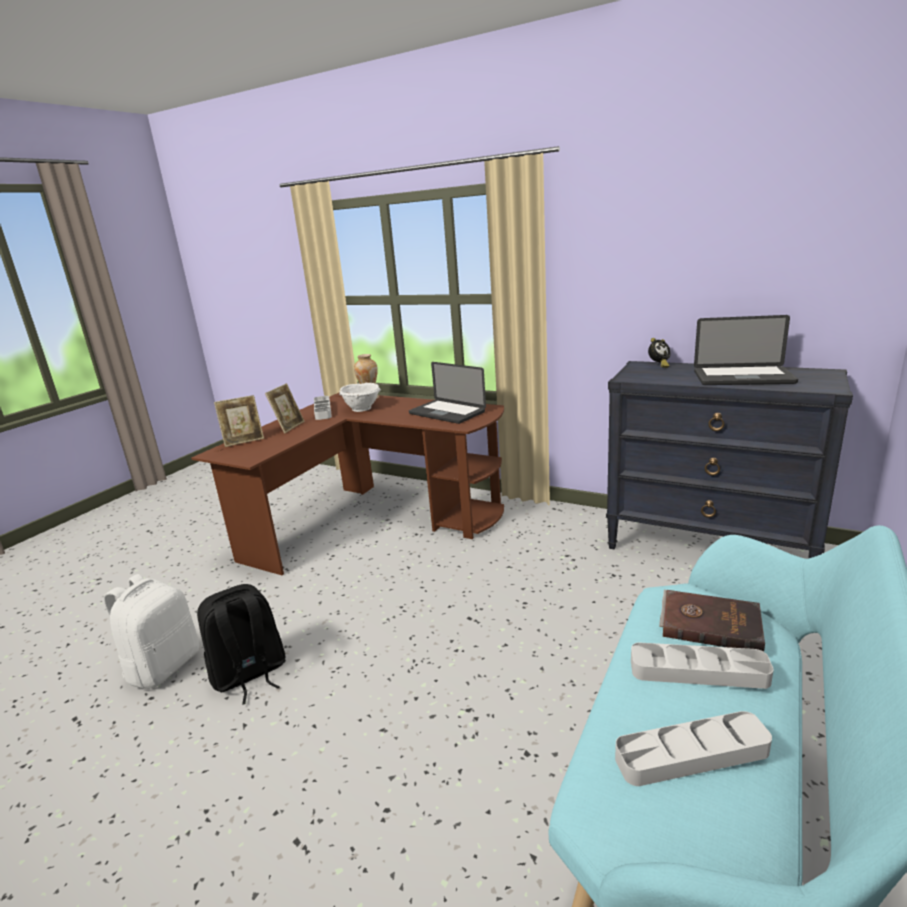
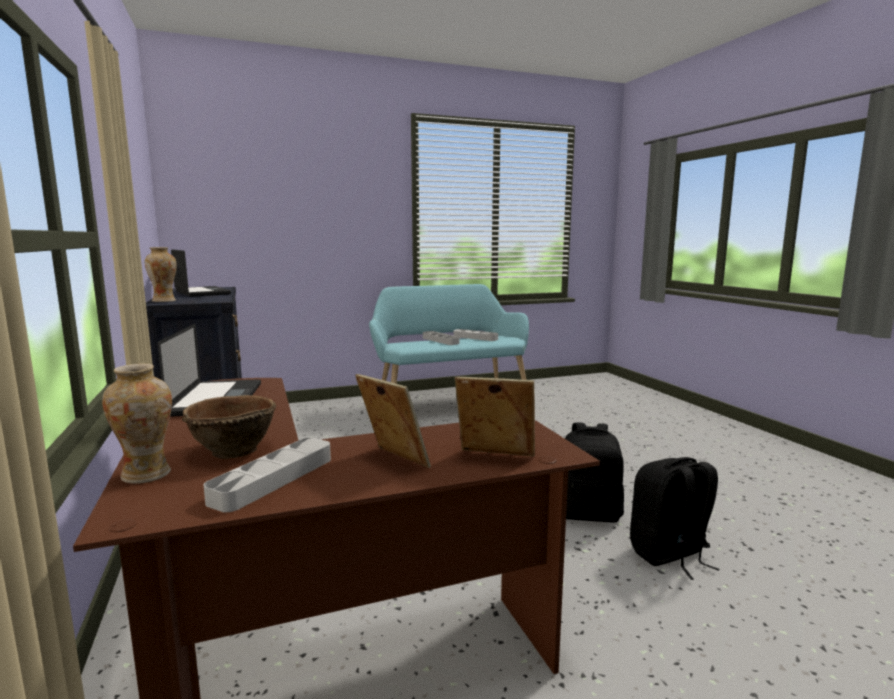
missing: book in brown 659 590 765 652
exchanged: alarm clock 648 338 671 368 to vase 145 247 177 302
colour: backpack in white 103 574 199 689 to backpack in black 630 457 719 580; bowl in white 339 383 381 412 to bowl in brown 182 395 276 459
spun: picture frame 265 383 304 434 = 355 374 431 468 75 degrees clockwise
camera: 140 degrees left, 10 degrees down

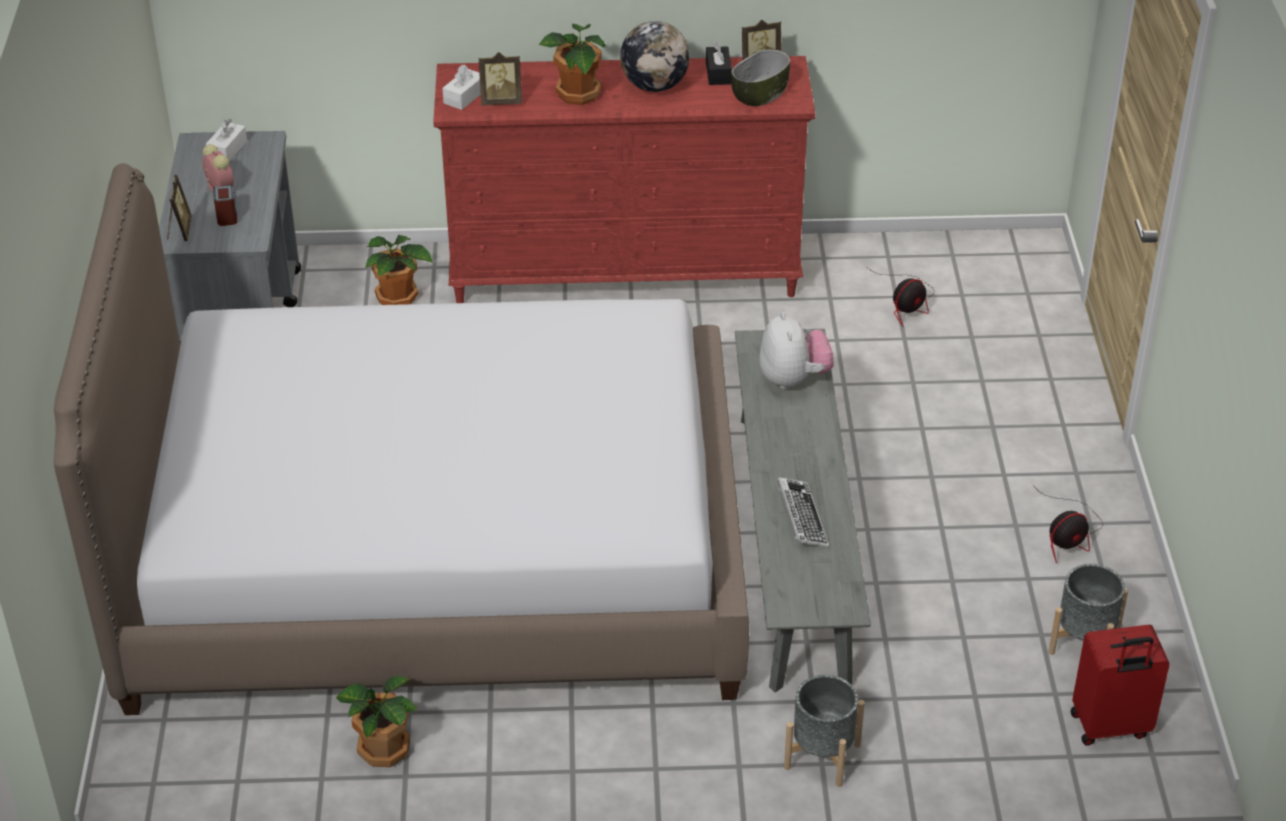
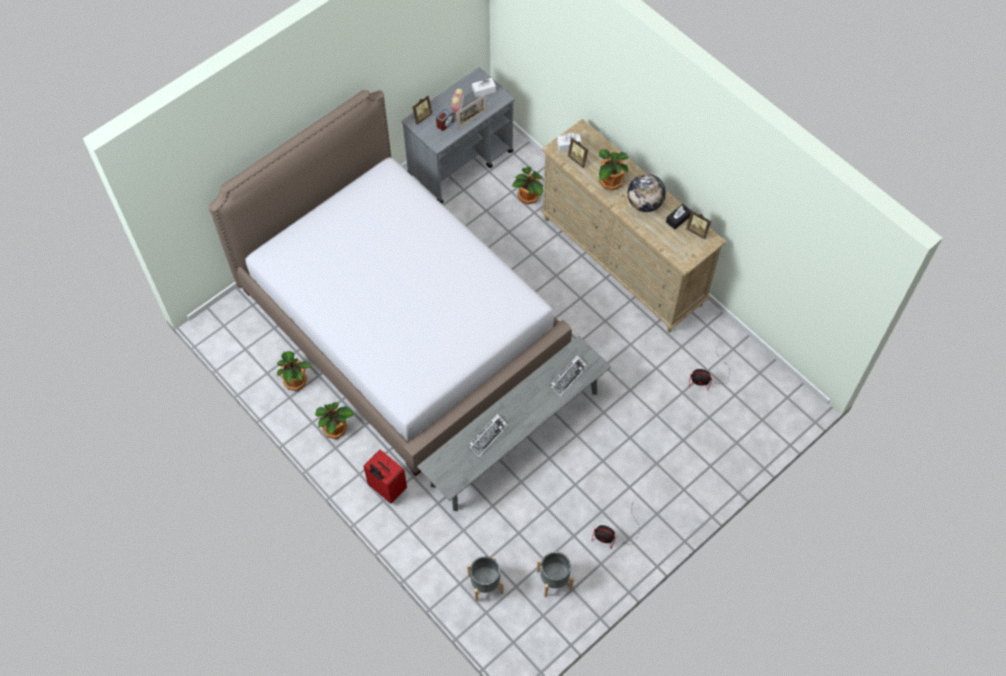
missing: bowl 731 49 790 106
appeared: potted plant 315 402 355 439; picture frame 456 94 487 130
relocated: planter in grey 784 675 865 787 to 467 556 504 602; suitcase in red 1070 625 1170 746 to 364 450 407 504
exchanged: plush toy 760 312 834 389 to keyboard 549 355 588 397
colour: dresser in red 433 56 815 303 to dresser in beige 540 119 726 333
camera: 50 degrees right, 20 degrees up

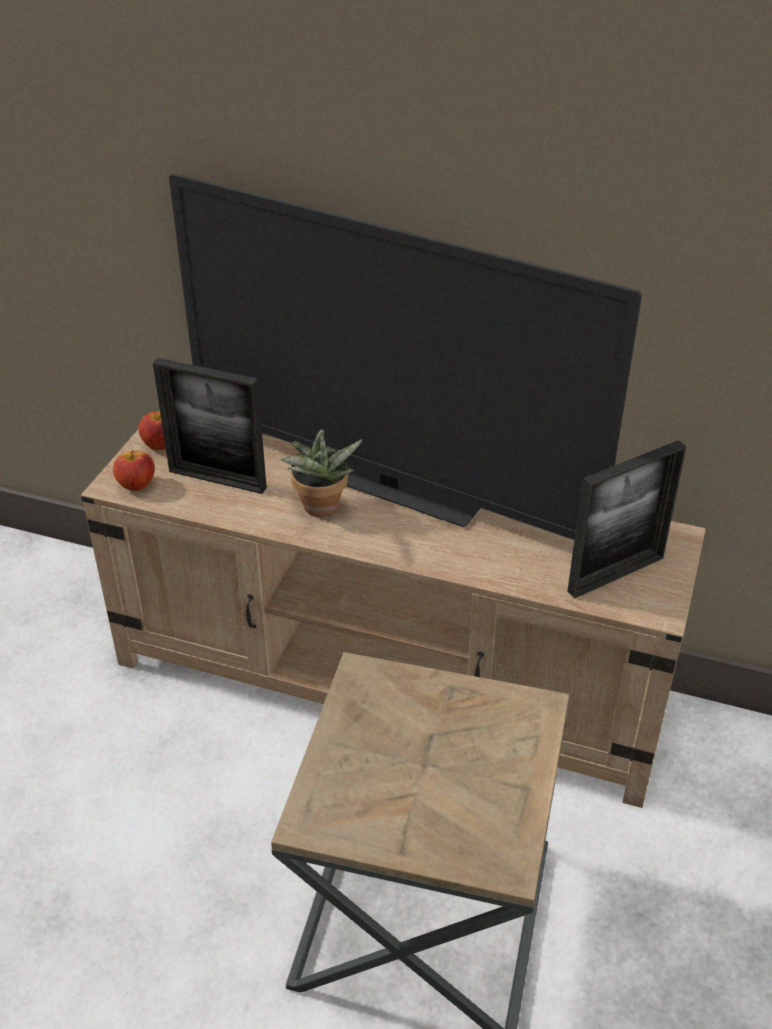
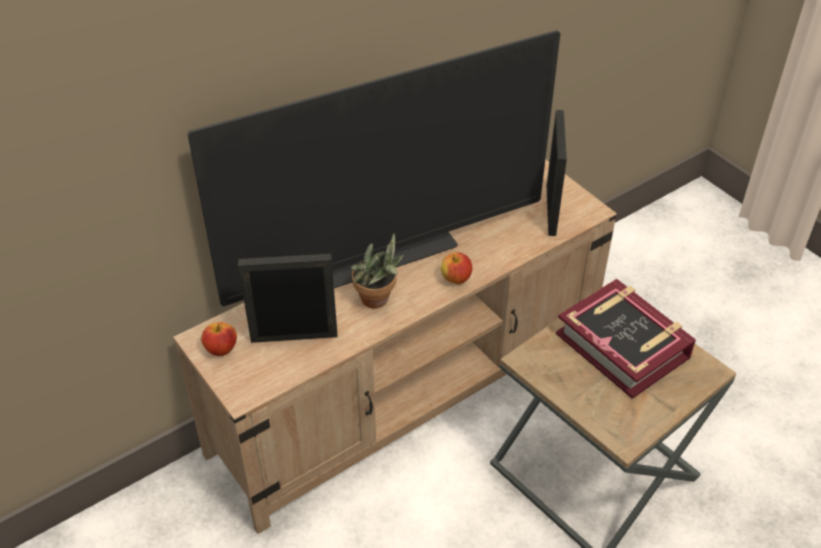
appeared: book 556 279 696 399
relocated: apple 113 450 155 491 to 441 252 472 284
spun: picture frame 153 358 267 494 = 238 254 337 343 150 degrees counterclockwise
camera: 55 degrees left, 5 degrees up

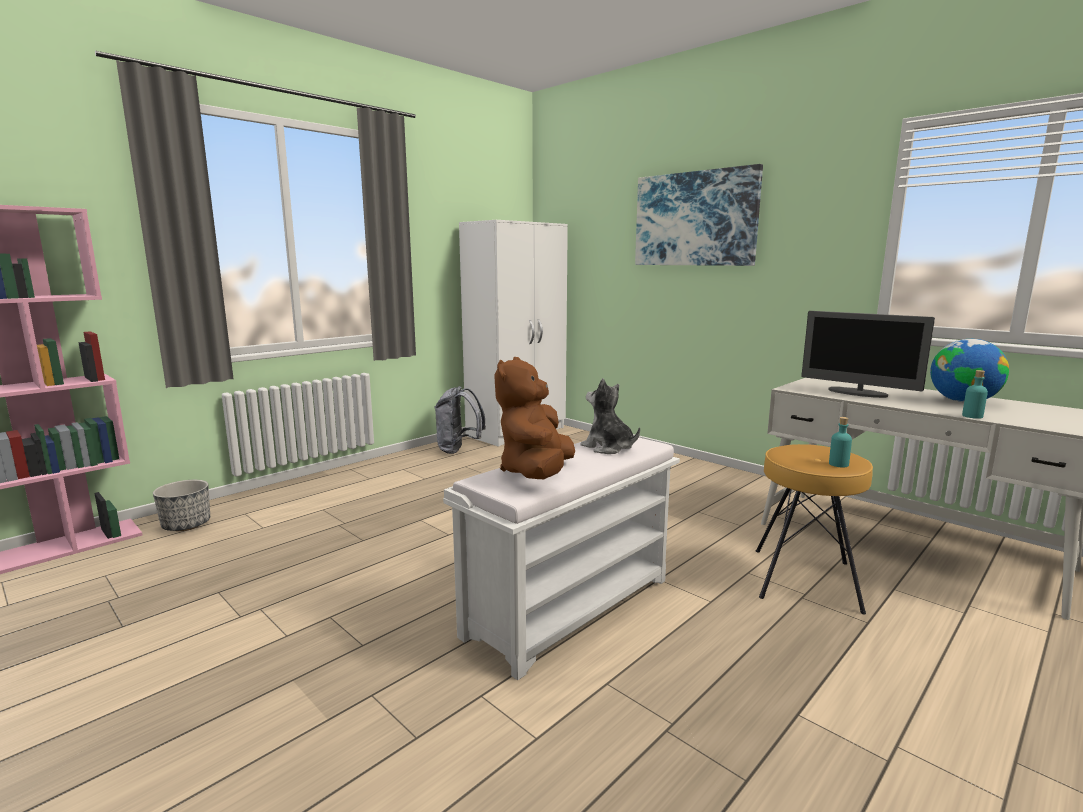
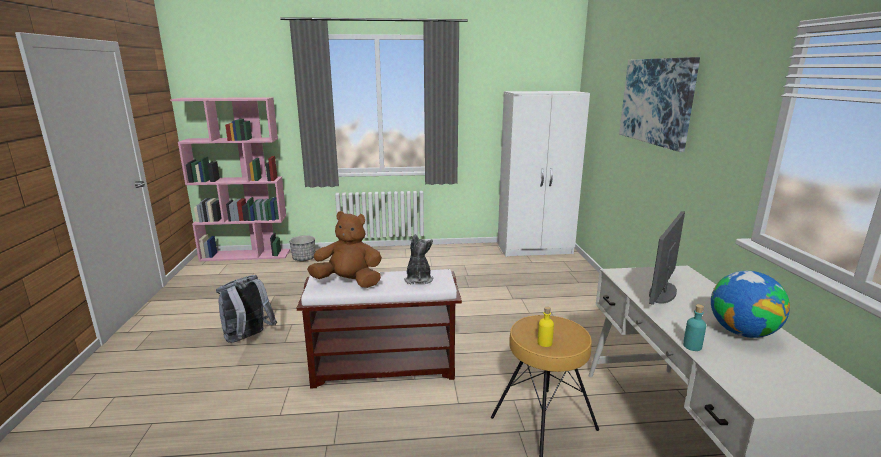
relocated: backpack in grey 434 386 486 454 to 216 275 277 343
colour: bench in white 443 438 680 680 to bench in brown 297 269 462 389; bottle in turquoise 829 417 852 467 to bottle in yellow 538 307 554 347
spun: plush toy in brown 494 357 575 479 = 307 211 382 288 45 degrees clockwise; monitor 801 311 935 398 = 649 211 685 305 45 degrees clockwise
camera: 40 degrees right, 5 degrees up

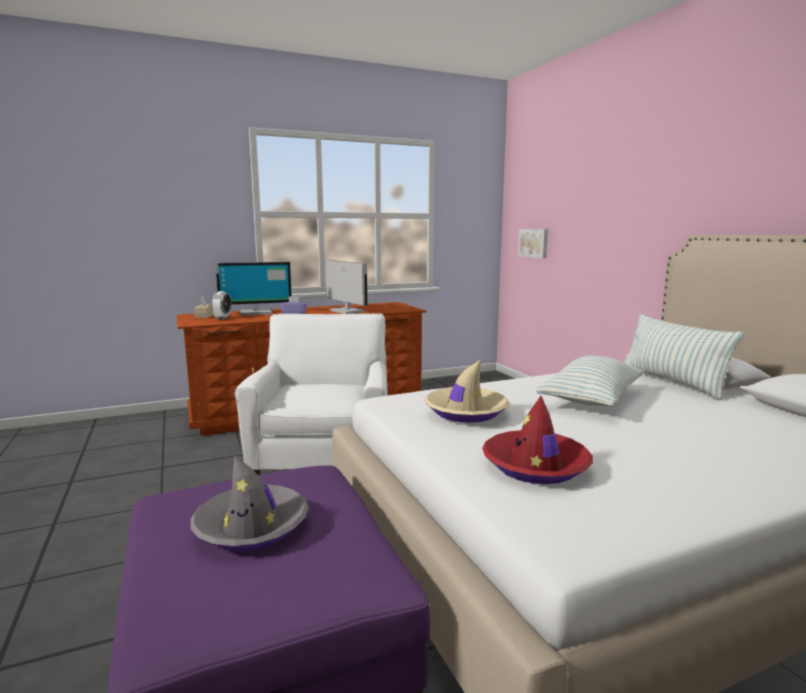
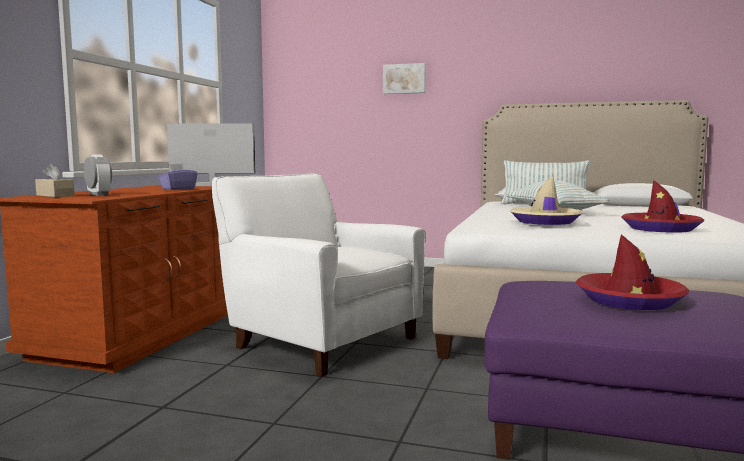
missing: monitor 215 262 292 316
relocated: picture 518 229 548 258 to 383 63 426 94
colour: hat in grey 190 455 309 551 to hat in red 576 234 689 310
camera: 50 degrees left, 5 degrees down

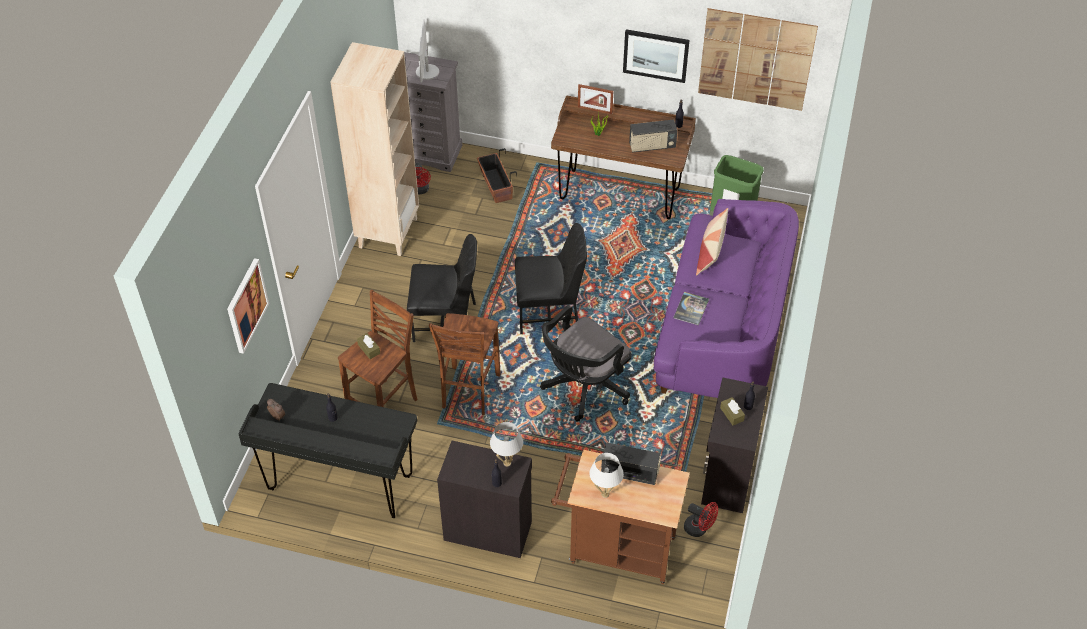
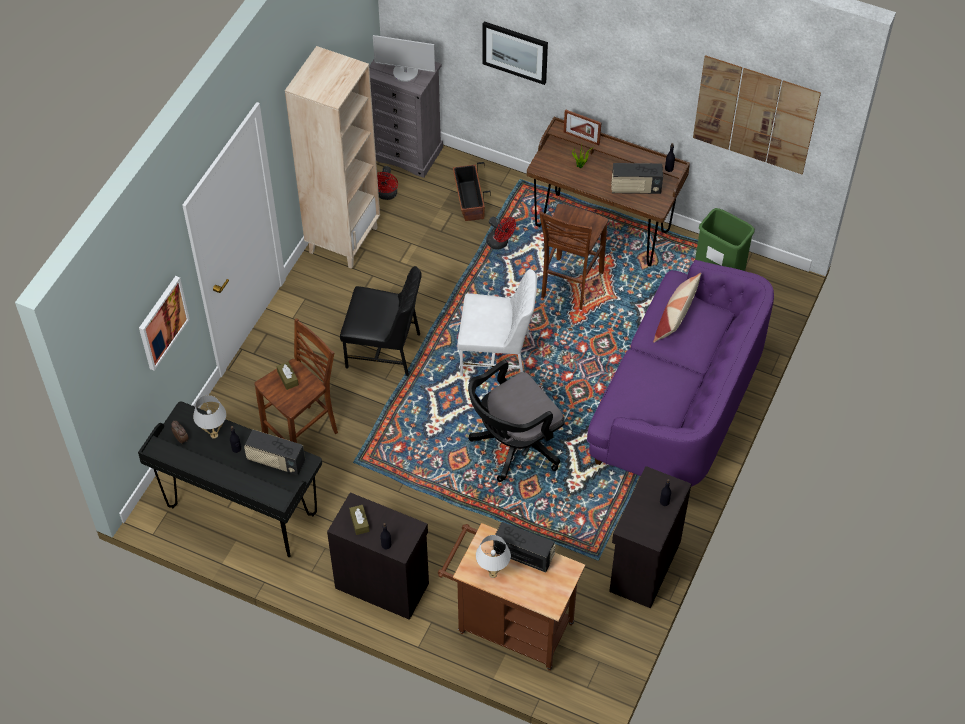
missing: book 674 292 709 326
appeared: radio 244 429 305 475
relocated: stool in brown 429 313 501 415 to 539 204 608 310; table lamp in white 490 422 523 467 to 193 395 226 439; picture 623 29 689 83 to 482 21 548 85; fan in red 684 502 718 537 to 486 216 516 250; tissue box in brown 720 397 745 425 to 349 505 370 535
colour: chair in black 515 223 587 334 to chair in white 457 269 537 376
spun: monitor 416 19 439 83 = 373 35 435 82 90 degrees counterclockwise
camera: 10 degrees right, 5 degrees up

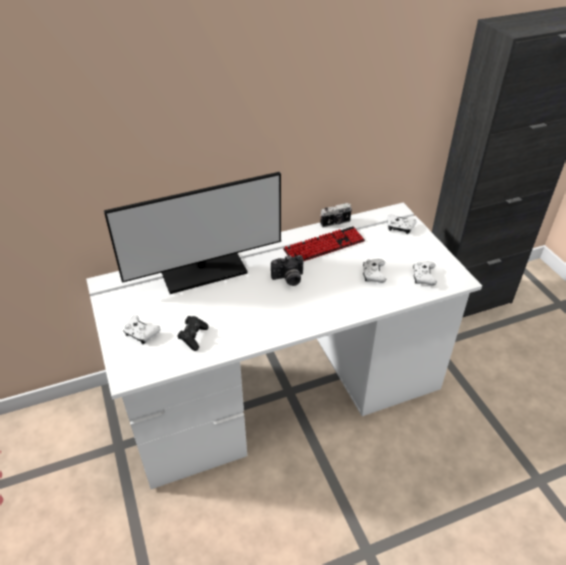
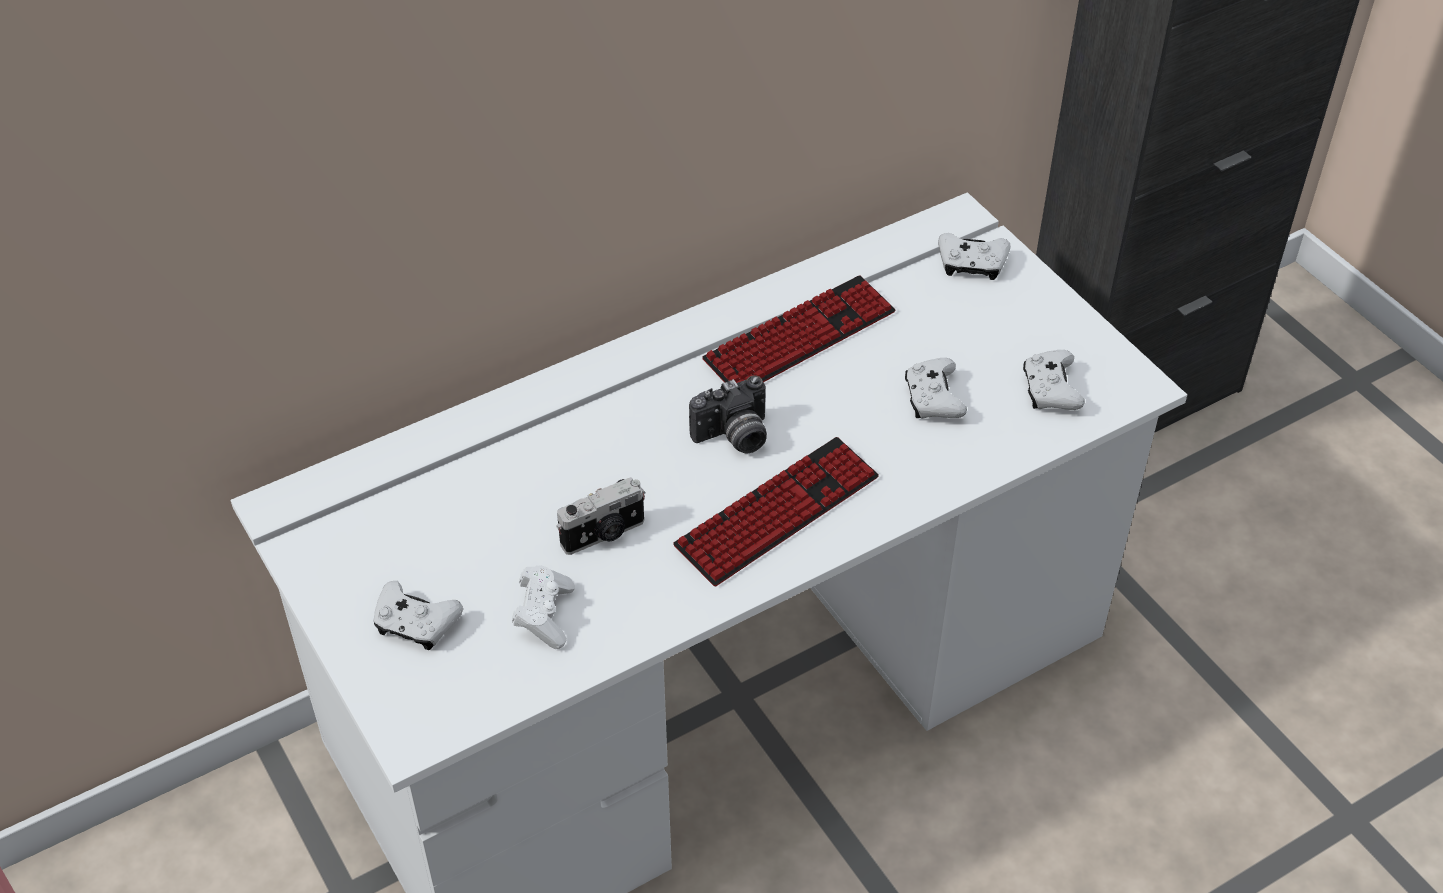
missing: monitor 104 172 281 294
appeared: keyboard 673 437 879 586
relocated: photo camera 320 203 352 228 to 556 477 645 555
colour: game controller in black 177 316 209 351 to game controller in white 512 565 575 649
camera: 10 degrees left, 5 degrees up

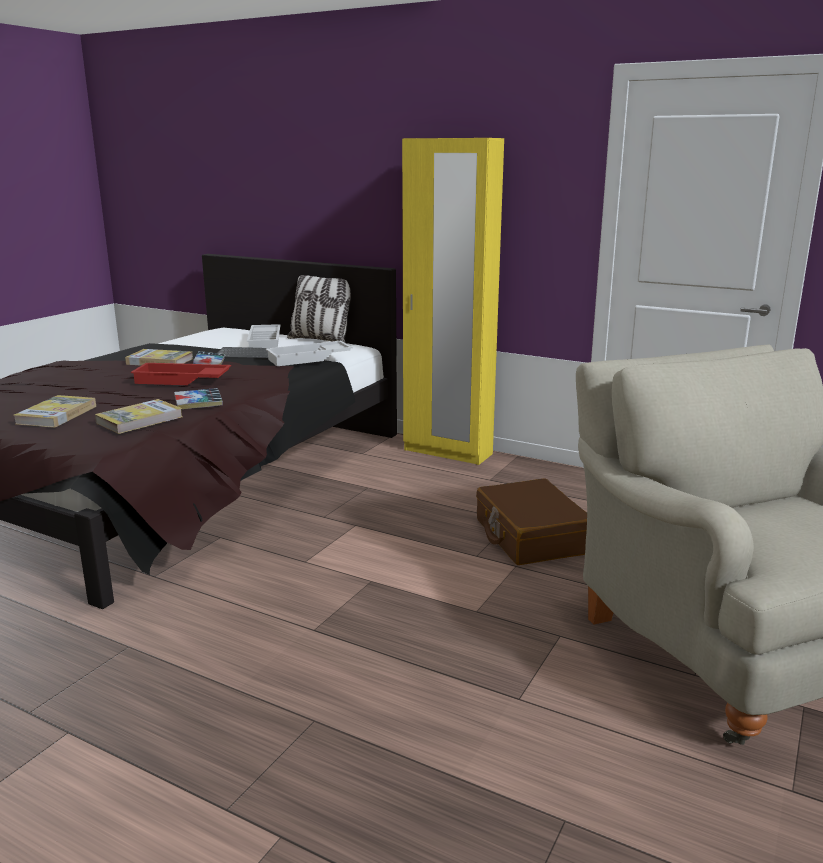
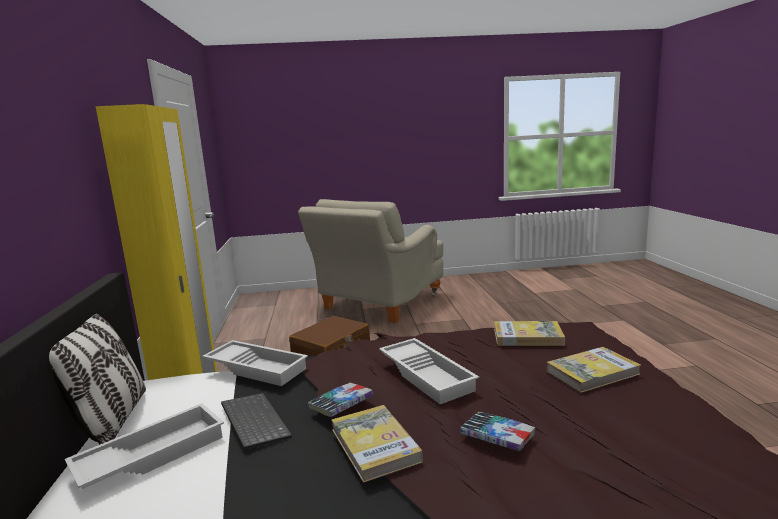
relocated: book 174 388 223 409 to 460 412 535 451
colour: tray in red 131 363 231 385 to tray in white 379 338 479 404
camera: 125 degrees left, 5 degrees down

